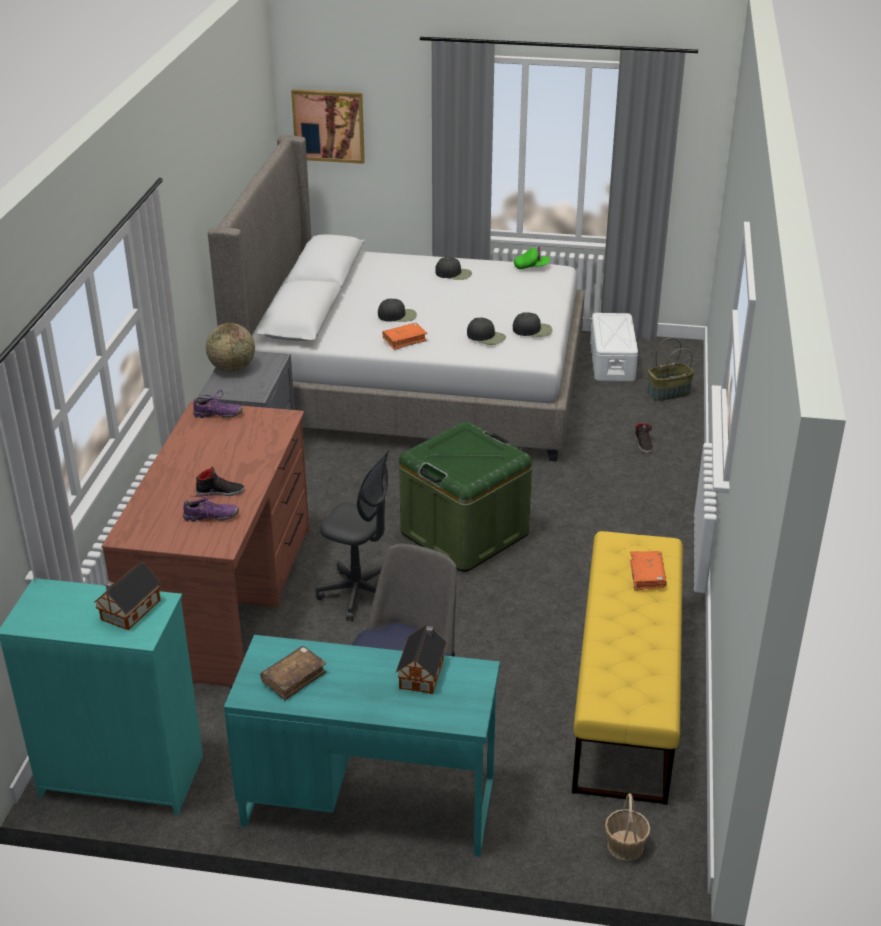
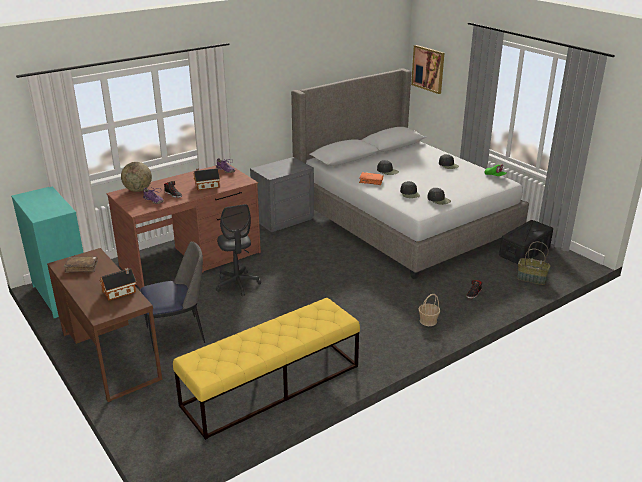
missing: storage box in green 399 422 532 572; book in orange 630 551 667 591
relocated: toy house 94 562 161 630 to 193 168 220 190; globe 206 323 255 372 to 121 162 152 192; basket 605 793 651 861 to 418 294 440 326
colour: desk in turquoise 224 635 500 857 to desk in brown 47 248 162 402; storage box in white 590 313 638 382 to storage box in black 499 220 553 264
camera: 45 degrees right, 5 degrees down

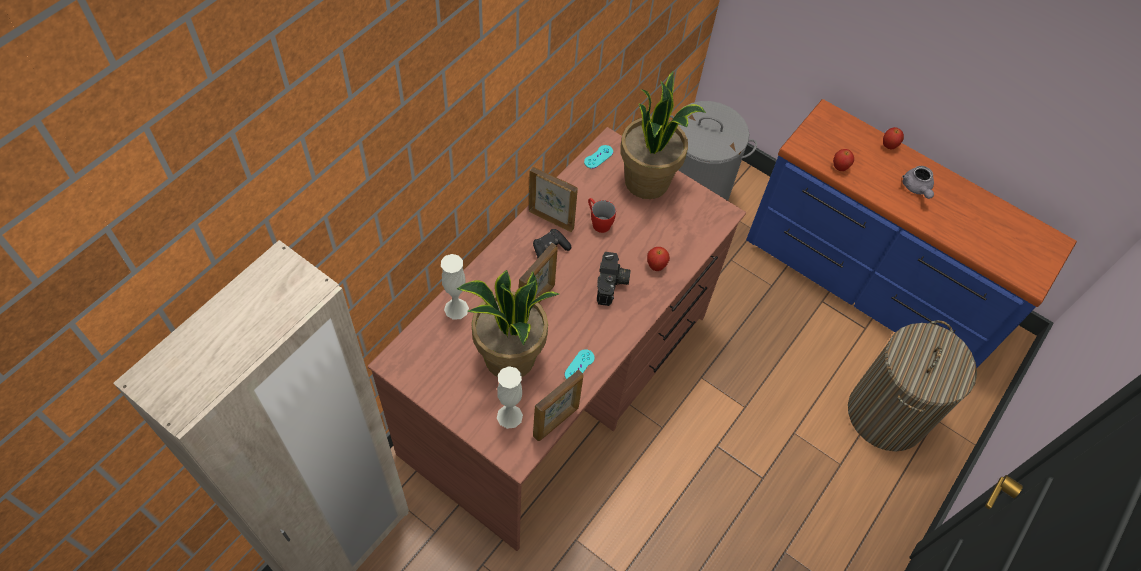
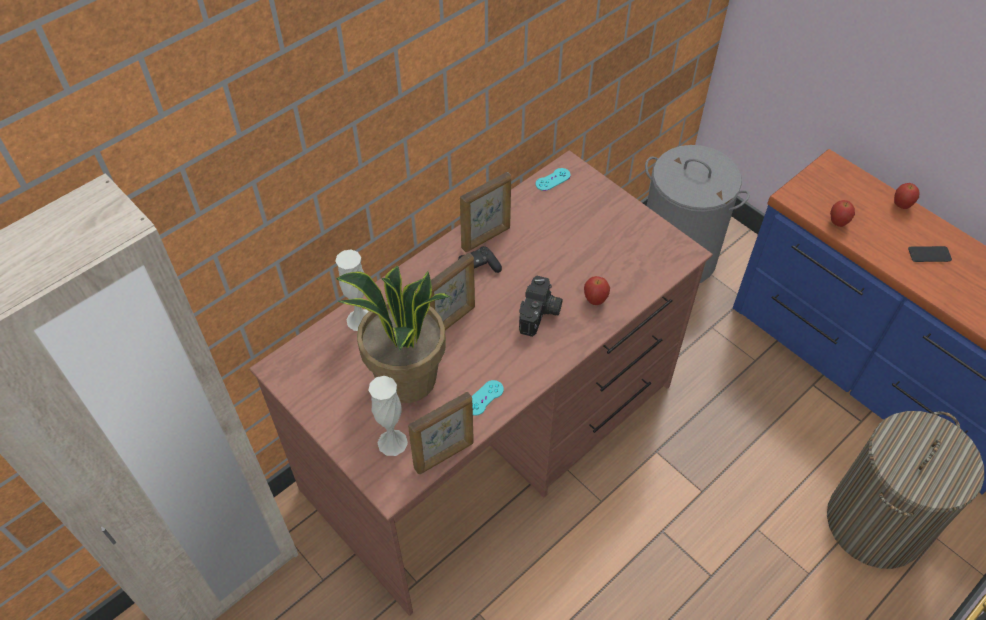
missing: mug in red 588 198 616 233; potted plant 620 71 706 199
exchanged: teapot in grey 902 166 934 199 to phone 908 246 952 262
spun: picture frame 529 167 578 232 = 460 172 511 252 105 degrees clockwise
camera: 15 degrees right, 5 degrees down

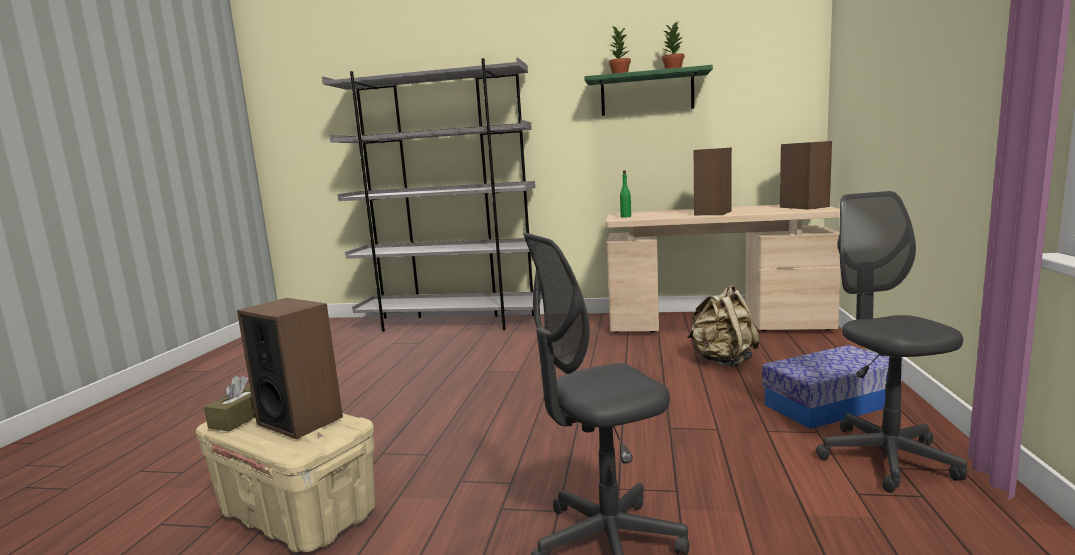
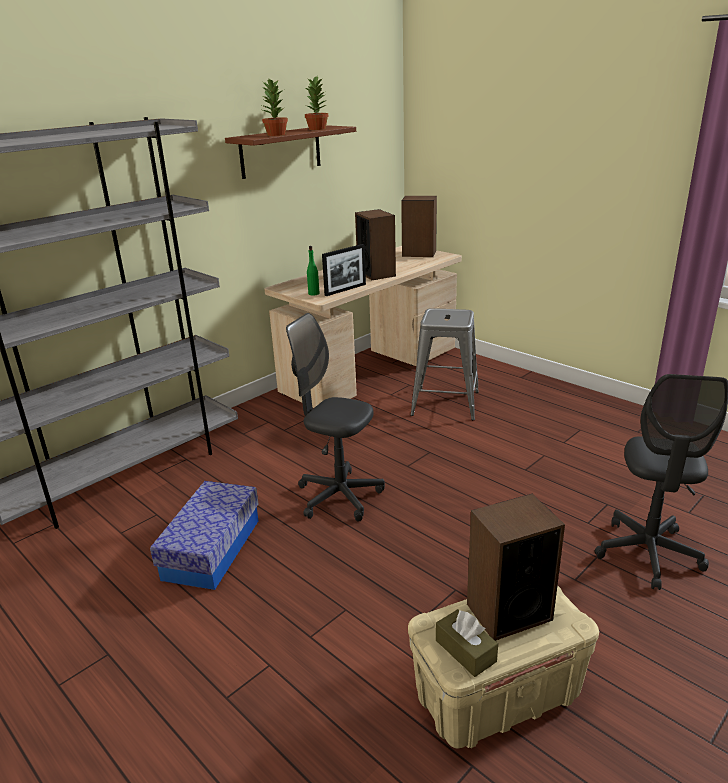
appeared: picture frame 322 244 366 296
relocated: storage box 762 345 903 429 to 150 481 259 590; office chair in grey 816 191 967 493 to 286 313 385 522
exchanged: backpack in beige 687 285 760 367 to stool in grey 410 308 479 420
colour: shelf in green 584 65 713 116 to shelf in brown 225 125 356 179
camera: 55 degrees left, 15 degrees up

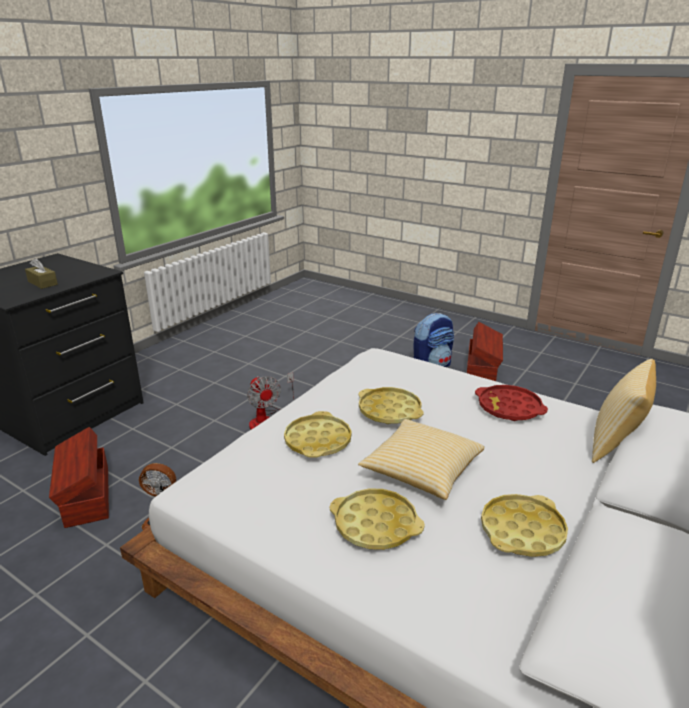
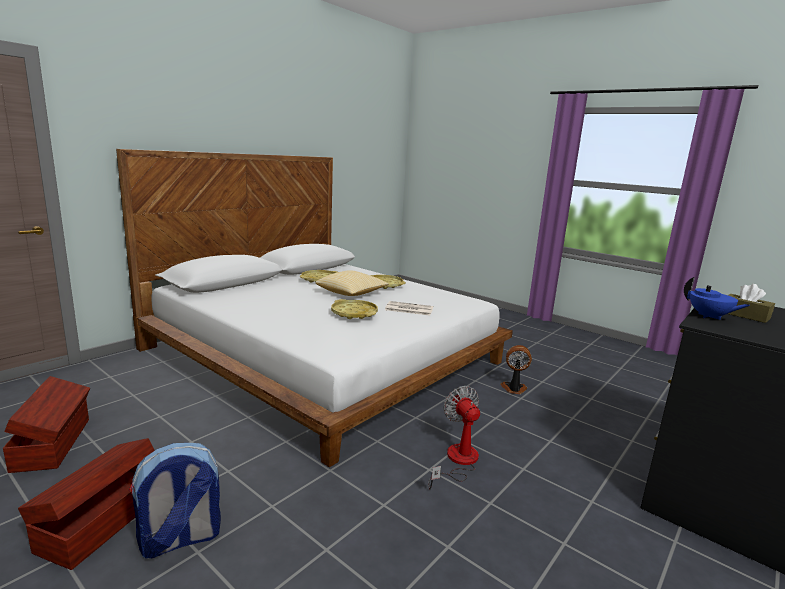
missing: tray in red 475 385 548 421; pillow 592 359 656 463
appeared: teapot in blue 684 277 750 320
relocated: storage box in brown 49 427 109 528 to 3 376 90 473
exchanged: tray in yellow 284 411 352 458 to newspaper 385 301 433 316
camera: 175 degrees left, 10 degrees down

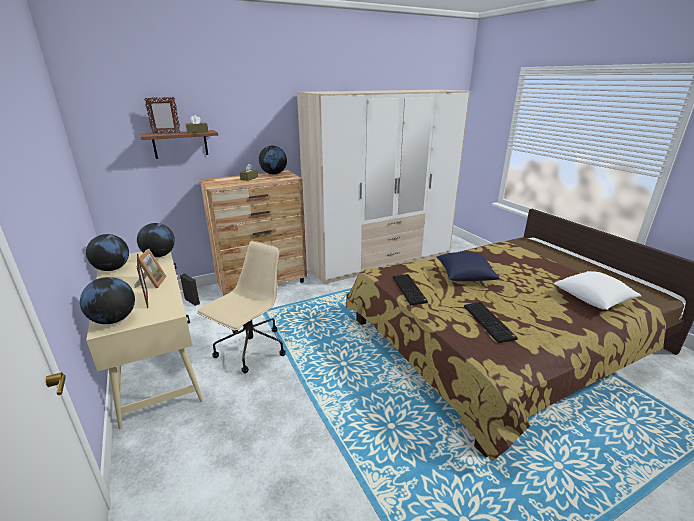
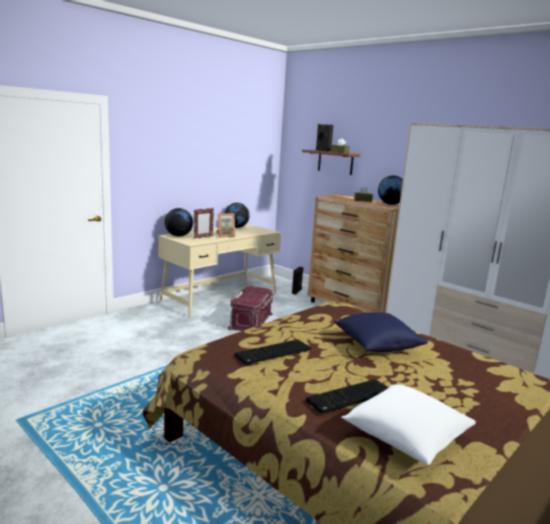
missing: globe 137 223 175 257
relocated: keyboard 393 274 428 305 to 306 379 389 414
exchanged: picture frame 144 97 181 134 to speaker in black 316 124 333 152; office chair in beige 197 241 286 373 to storage box in red 227 286 275 331
camera: 70 degrees right, 10 degrees down

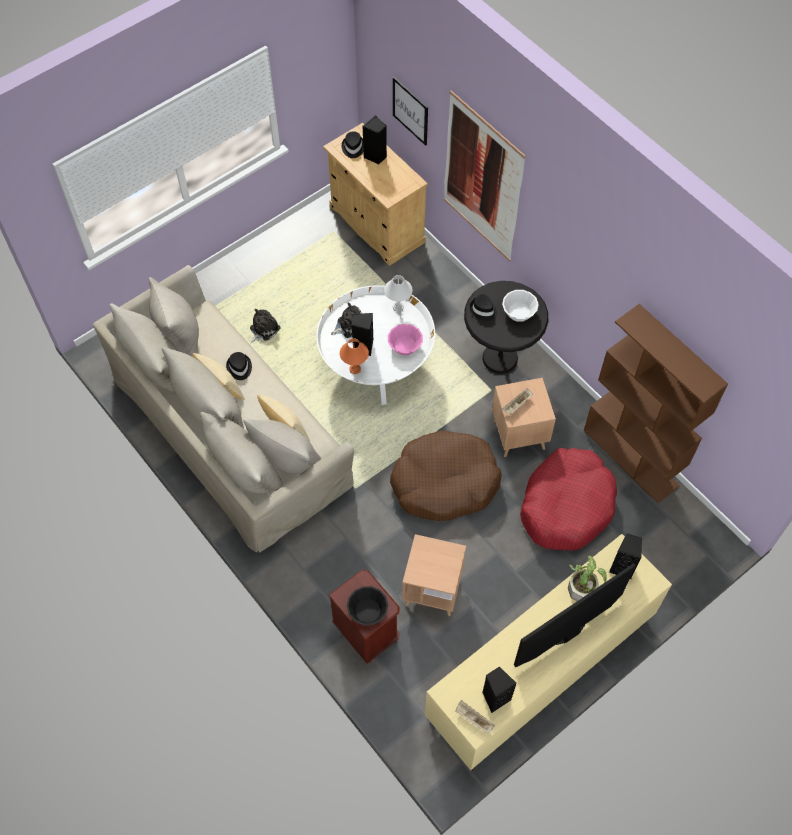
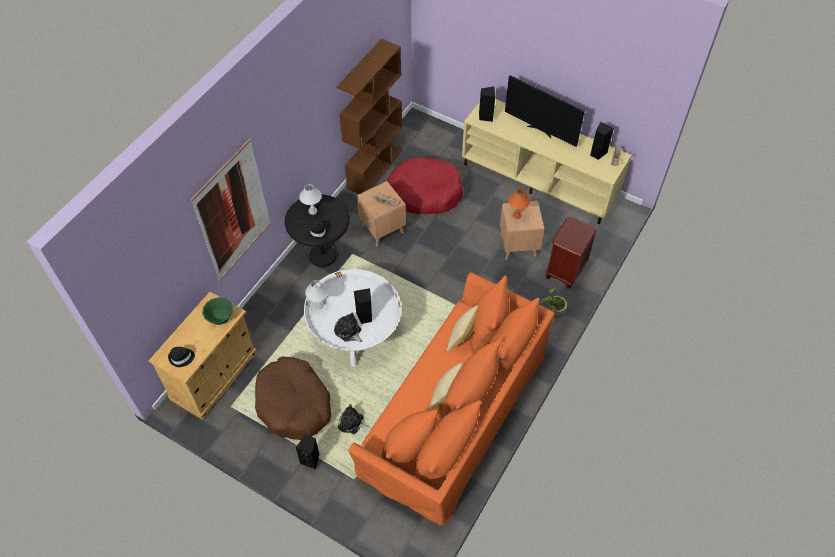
missing: hat in black 226 352 252 380; bowl in black 347 586 388 625; bowl in pink 388 324 423 355; picture 393 77 428 146
appeared: bowl in green 202 297 233 325
relocated: table lamp in orange 340 338 369 374 to 508 189 530 219; speaker in black 362 116 387 164 to 296 434 319 469; dog bed in brown 390 430 502 521 to 255 357 331 440; potted plant 568 556 607 601 to 541 288 567 318
exchanged: bowl in white 502 290 539 322 to table lamp in white 299 184 322 215
colour: sofa in beige 93 265 354 552 to sofa in orange 349 272 555 526
camera: 110 degrees left, 5 degrees down

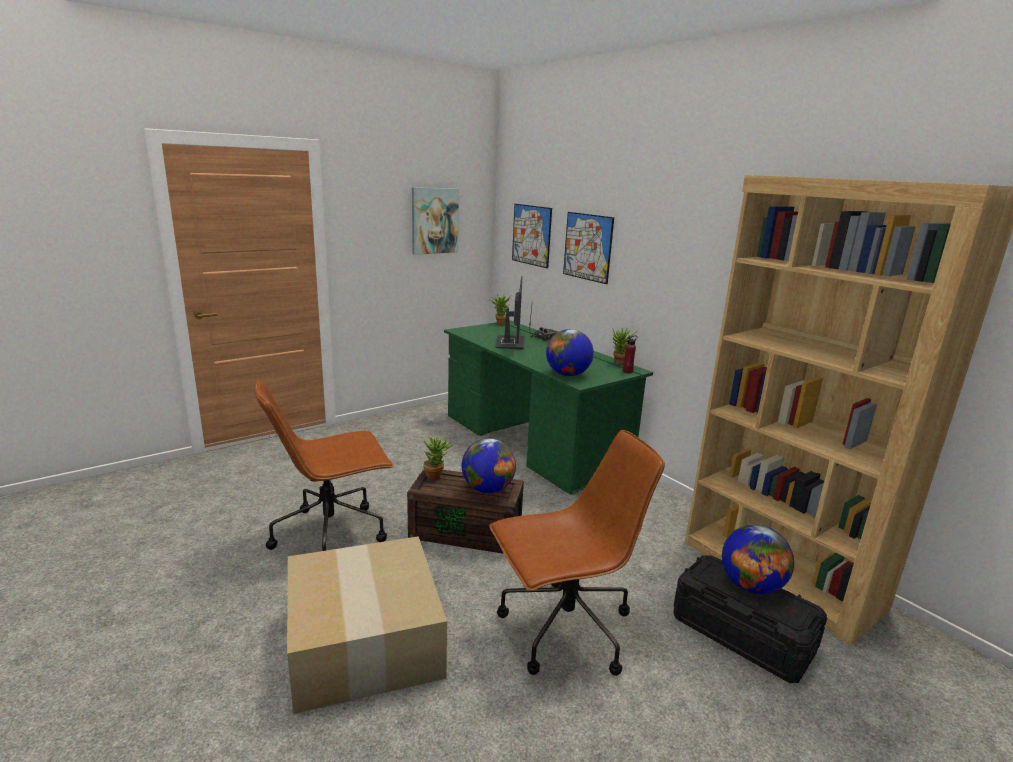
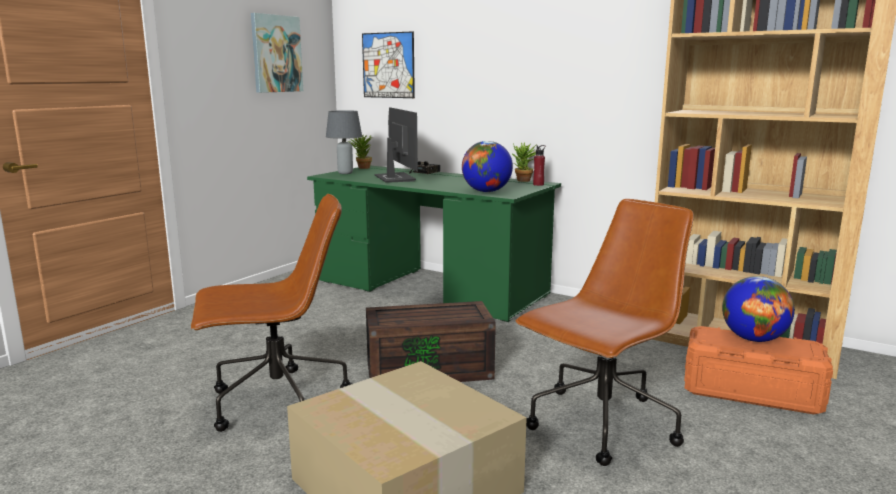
missing: potted plant 420 436 453 479; globe 462 438 516 493; picture 563 212 614 284
appeared: table lamp in grey 326 110 362 174
colour: storage box in black 673 555 827 683 to storage box in orange 684 326 833 414
spun: office chair in brown 254 380 394 551 = 191 194 352 432 150 degrees counterclockwise
camera: 20 degrees left, 5 degrees down

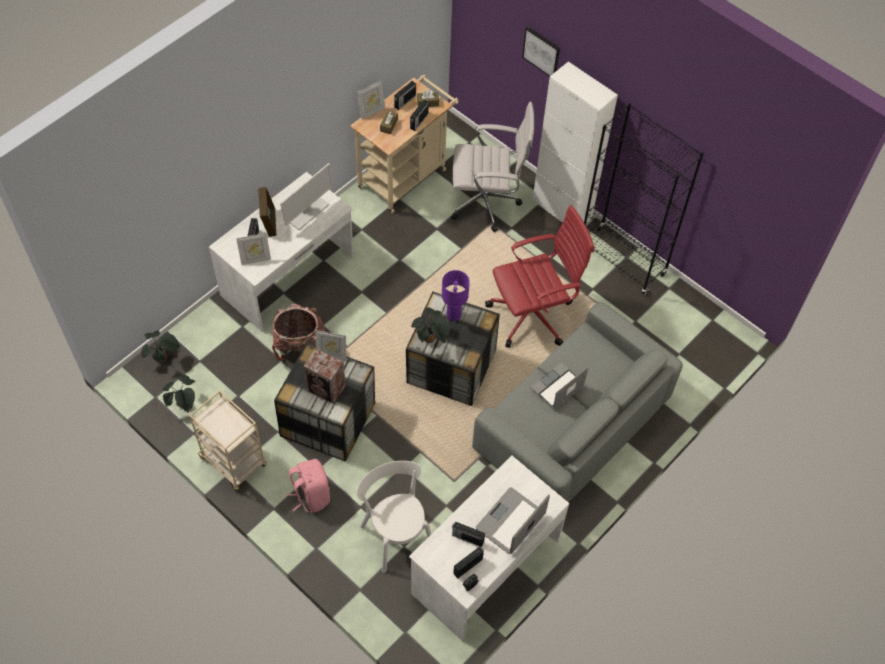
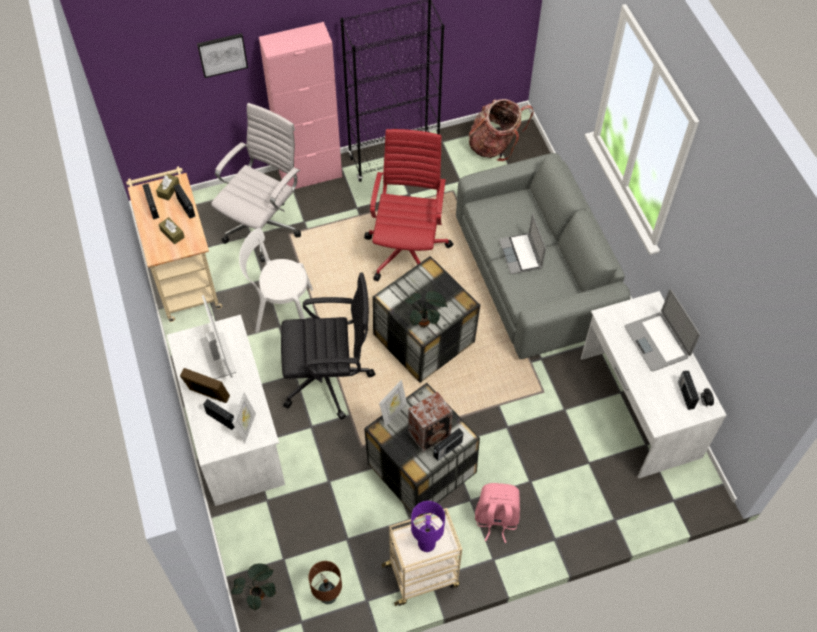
missing: picture frame 357 81 385 119
appeared: office chair in black 281 273 375 420
relocated: backpack 272 303 325 360 to 469 99 534 161; chair in white 357 461 431 573 to 239 228 313 333; table lamp in purple 442 270 470 321 to 411 501 445 552; radio 452 522 485 547 to 433 428 463 461
exchanged: potted plant 162 374 195 413 to table lamp in brown 308 561 342 604
colour: cabinet in white 532 61 618 223 to cabinet in pink 259 22 342 189
camera: 60 degrees left, 0 degrees up

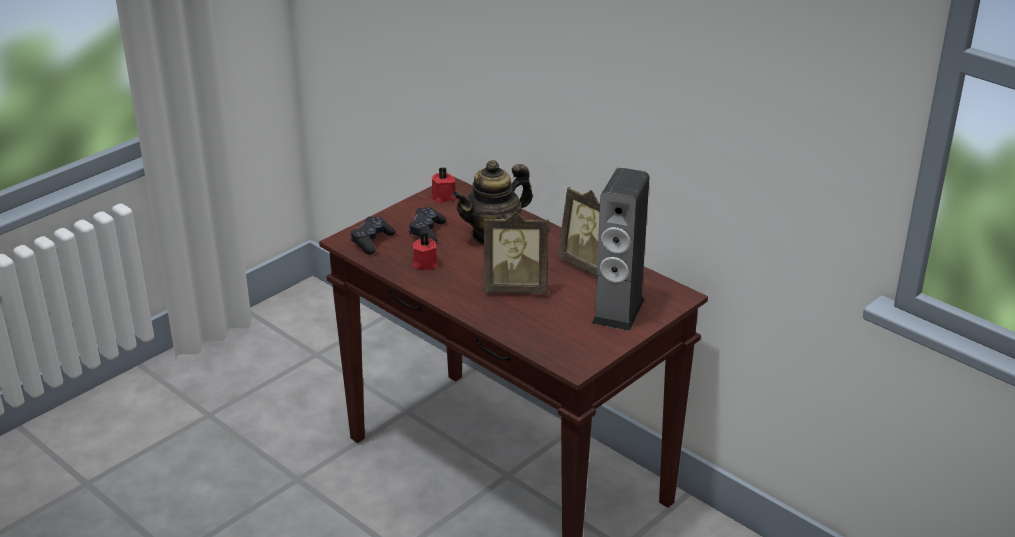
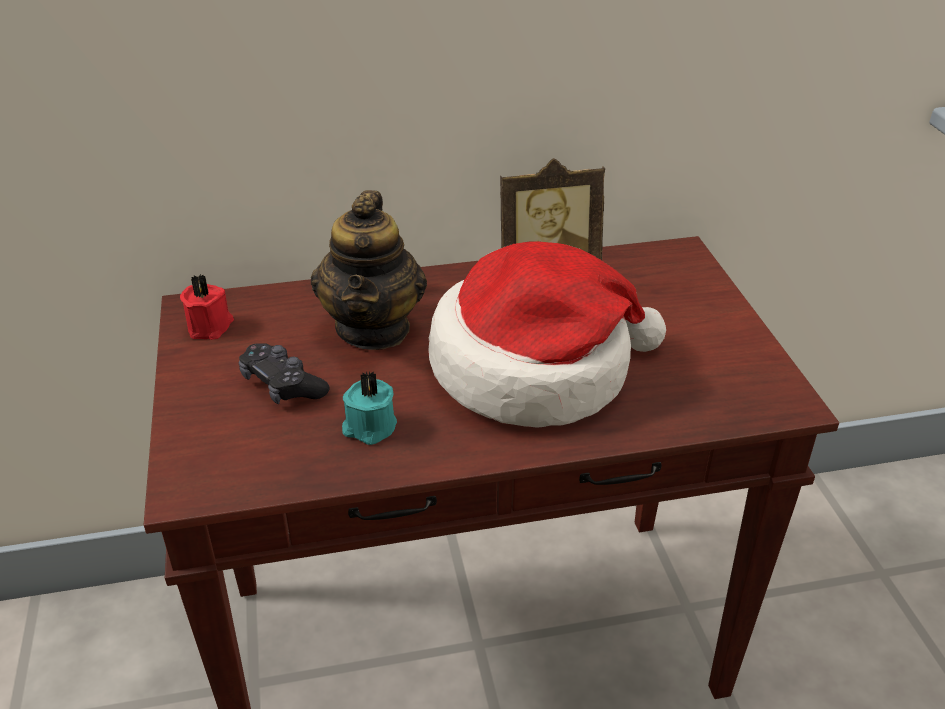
missing: game controller in black 350 217 396 255; speaker 592 167 650 331
exchanged: picture frame 484 211 549 294 to hat 428 241 666 428
colour: candle in red 412 233 438 270 to candle in turquoise 342 371 397 445
camera: 55 degrees left, 5 degrees up

